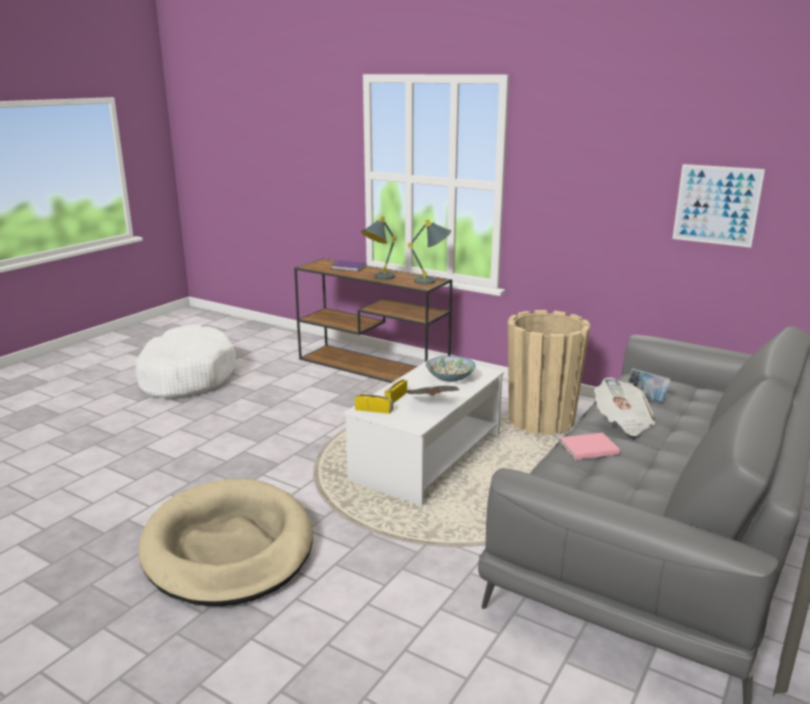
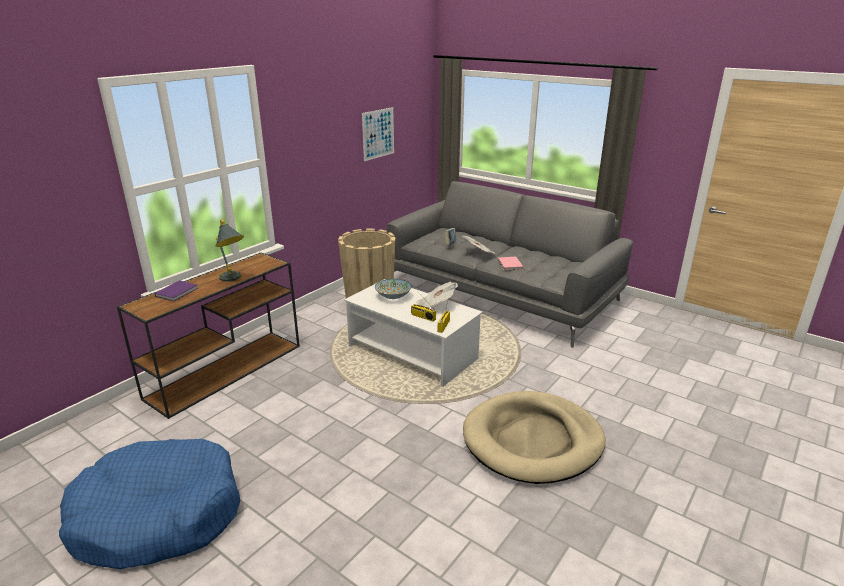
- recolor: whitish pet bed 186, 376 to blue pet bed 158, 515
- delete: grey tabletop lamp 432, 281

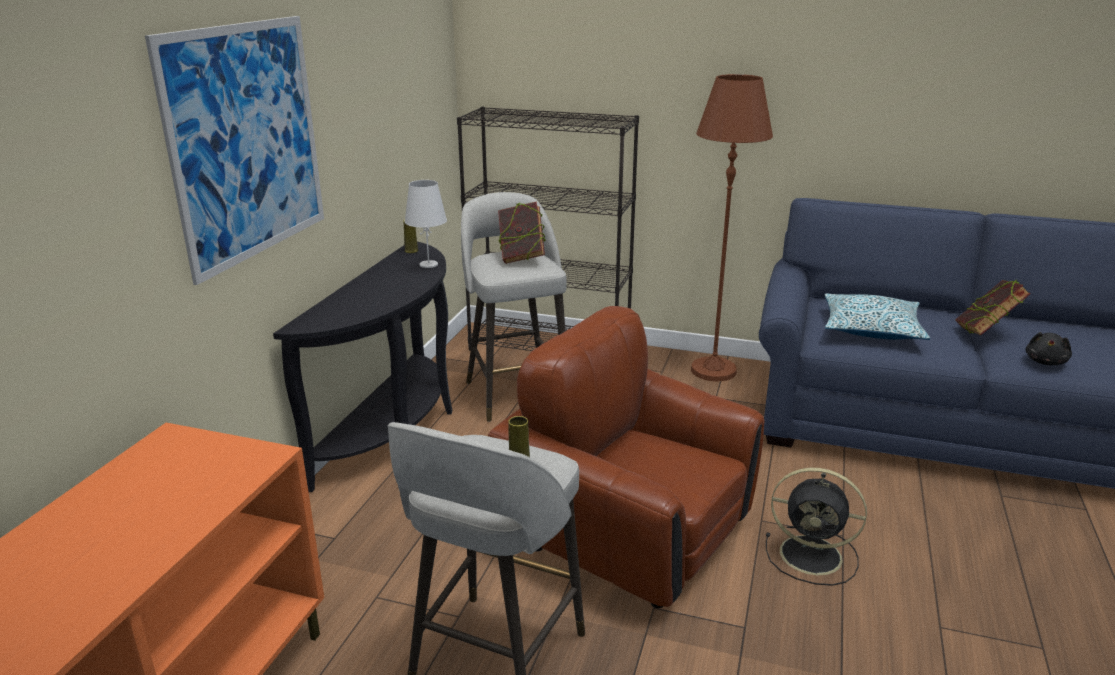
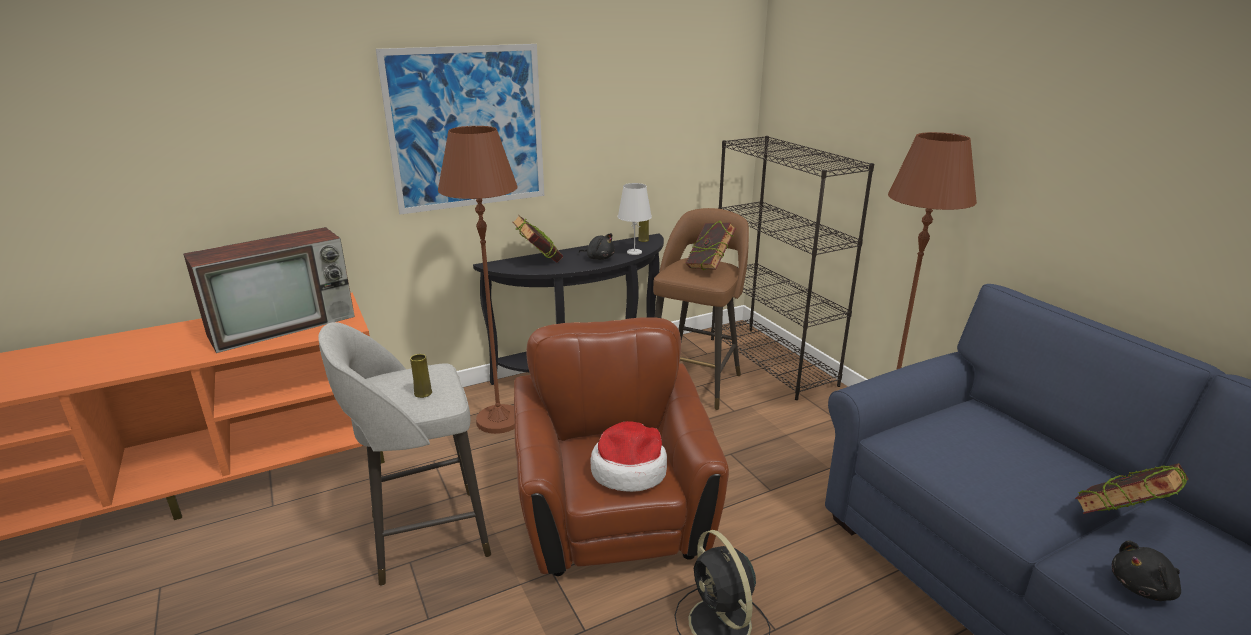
- recolor: grey stool 516, 392 to brown stool 696, 382
- delete: cushion 871, 329
- insert: TV 285, 325
- insert: brown standard lamp 499, 420
- insert: book 539, 262
- insert: blackish soft toy 599, 258
- insert: clothing hat 629, 470

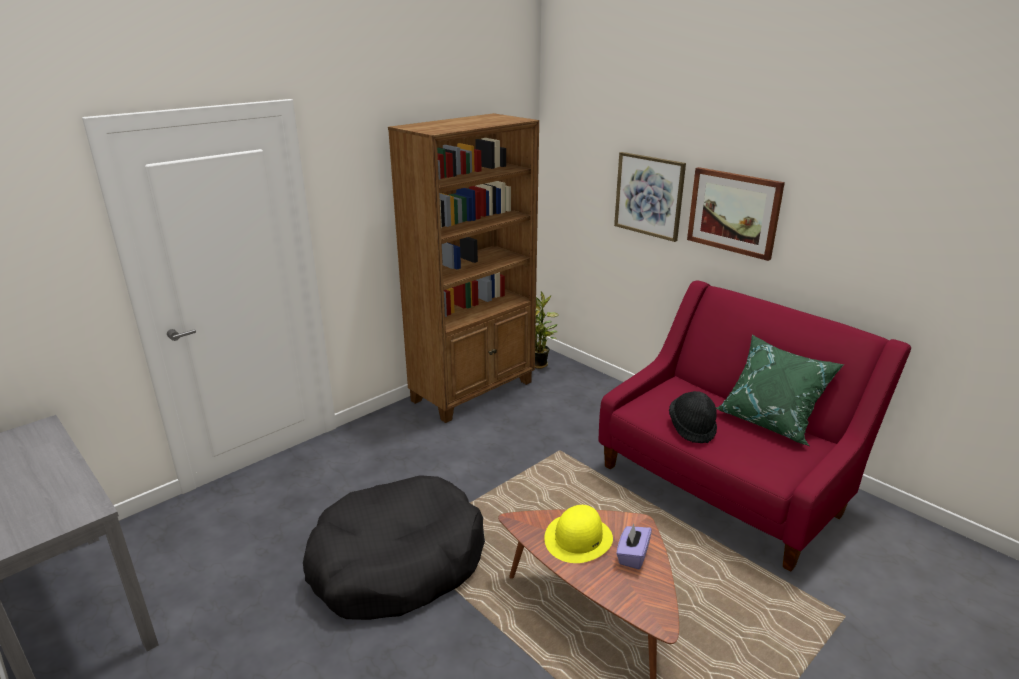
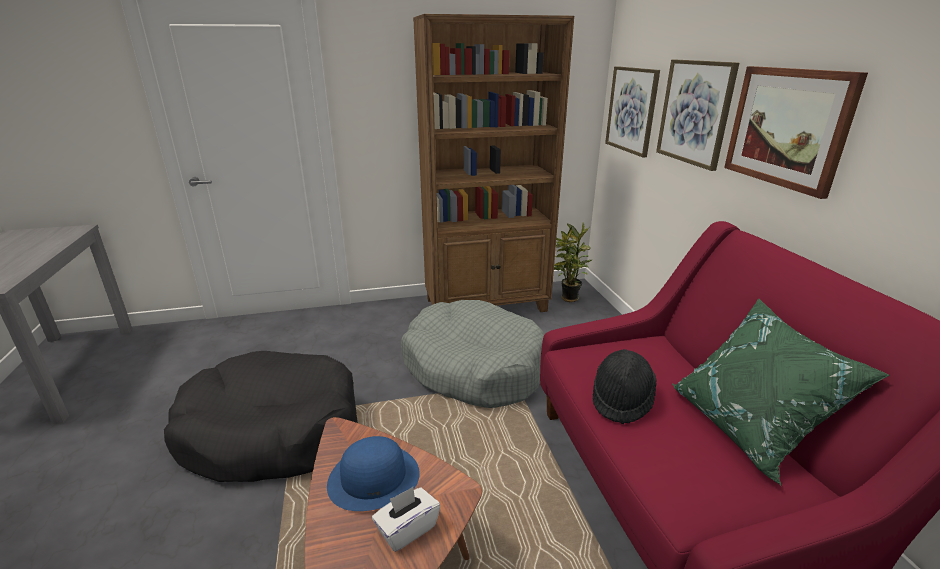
- recolor: yellow-coloured clothing hat 578, 538 to blue clothing hat 374, 477
- recolor: purple tissue holder 632, 555 to whitish tissue holder 407, 529
- insert: grey pet bed 473, 367
- insert: picture 632, 110

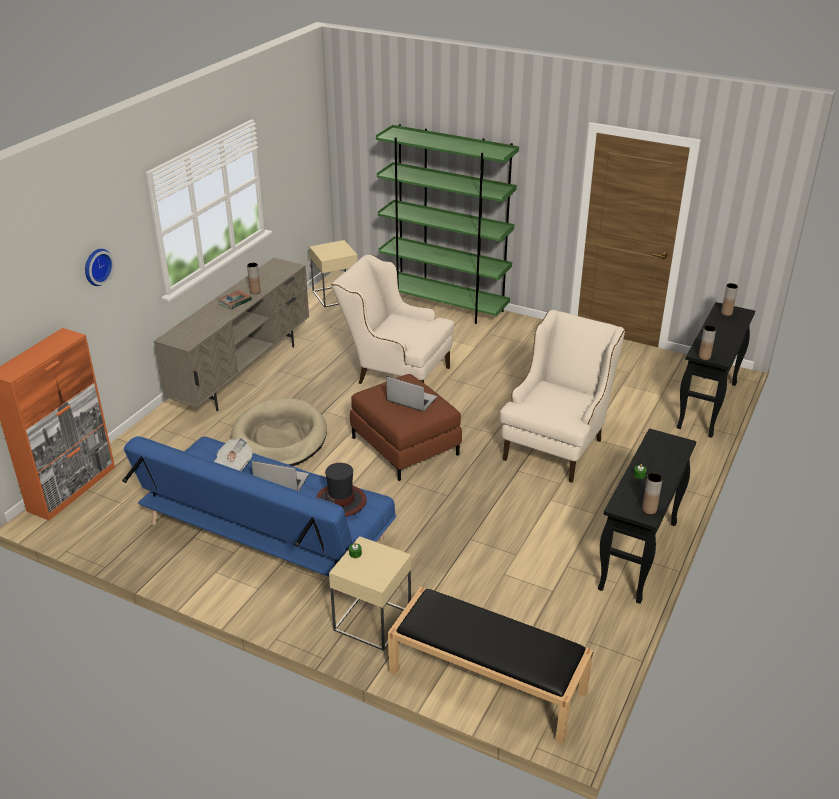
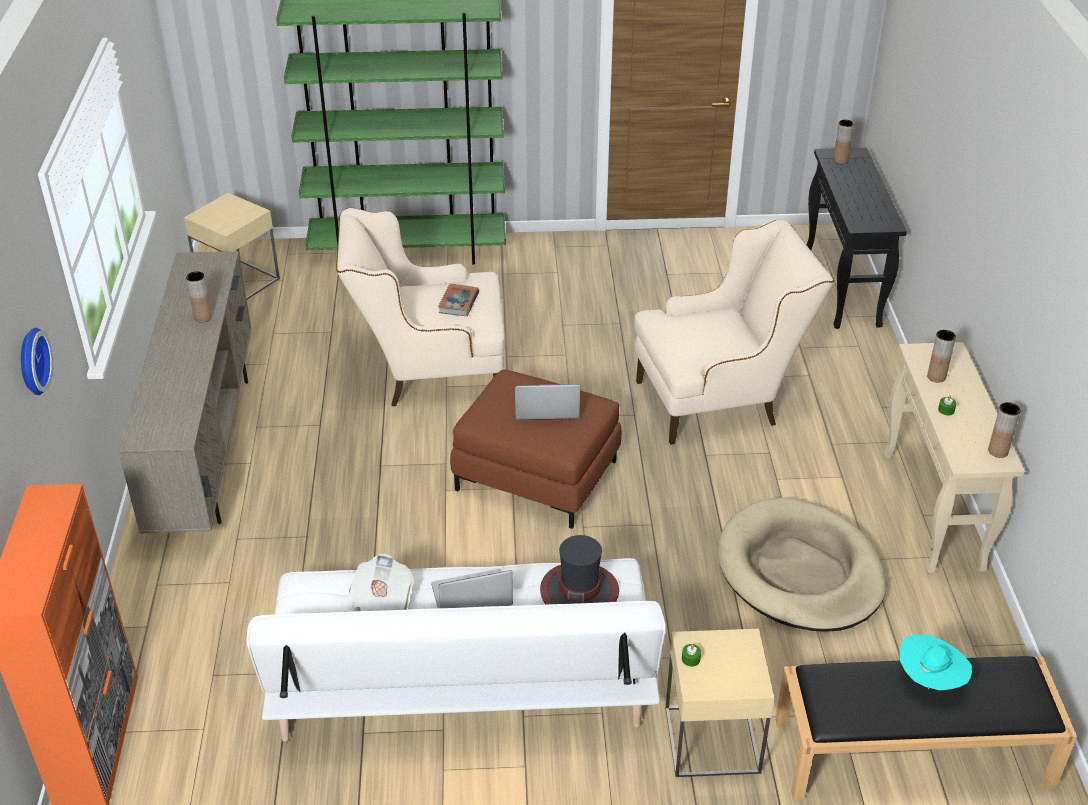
- recolor: blue settee 266, 533 to whitish settee 463, 680
- move: book 235, 302 to 458, 303
- move: beige-coloured pet bed 279, 438 to 800, 571
- rotate: beige-coloured lounge chair 557, 443 = 720, 400 75 degrees clockwise
- recolor: blackish narrow table 638, 556 to beige-coloured narrow table 933, 512
- move: brown flower vase 704, 357 to 936, 377
- insert: turquoise clothing hat 930, 680

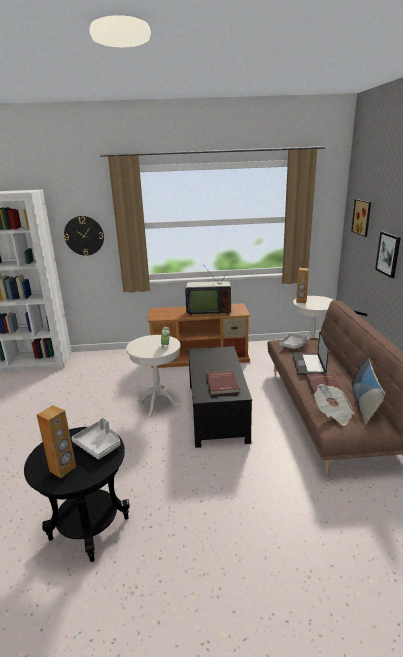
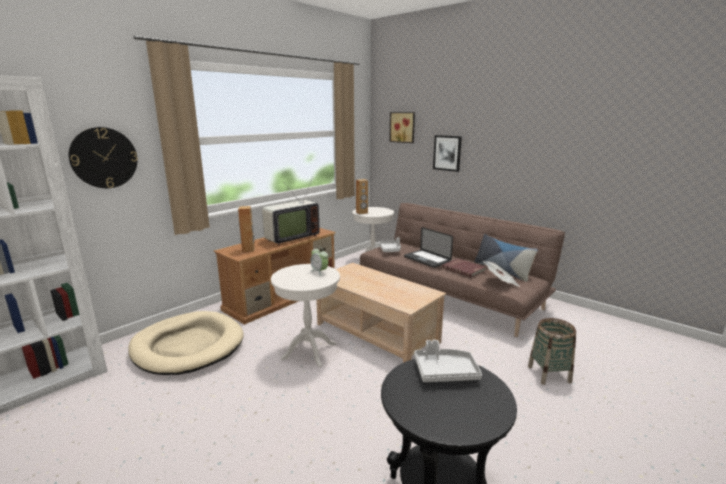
- move: brown loudspeaker 63, 469 to 248, 249
- recolor: blackish lounge table 218, 412 to beige-coloured lounge table 377, 333
- delete: red book 223, 384
- insert: beige-coloured pet bed 188, 346
- insert: household basket 549, 374

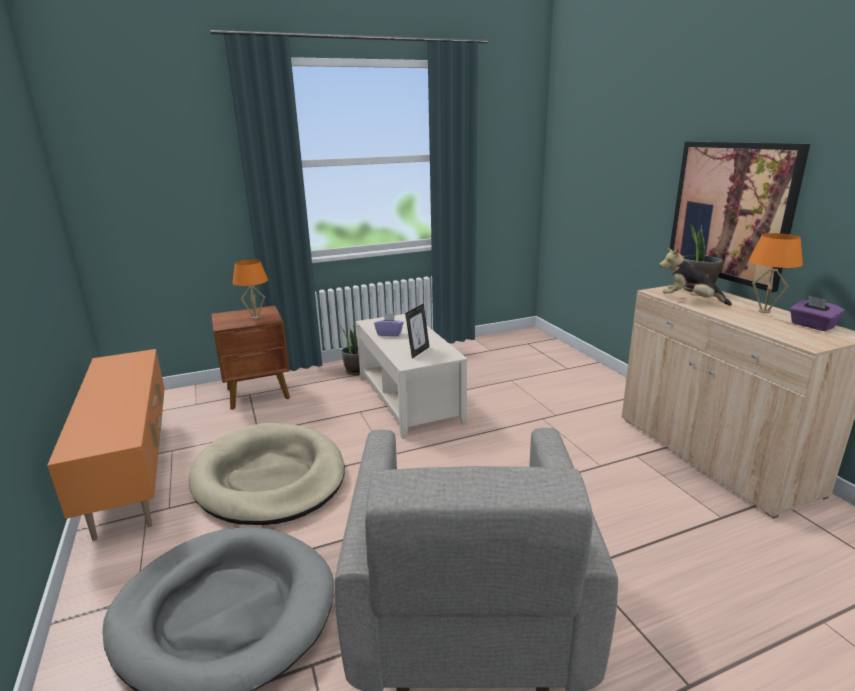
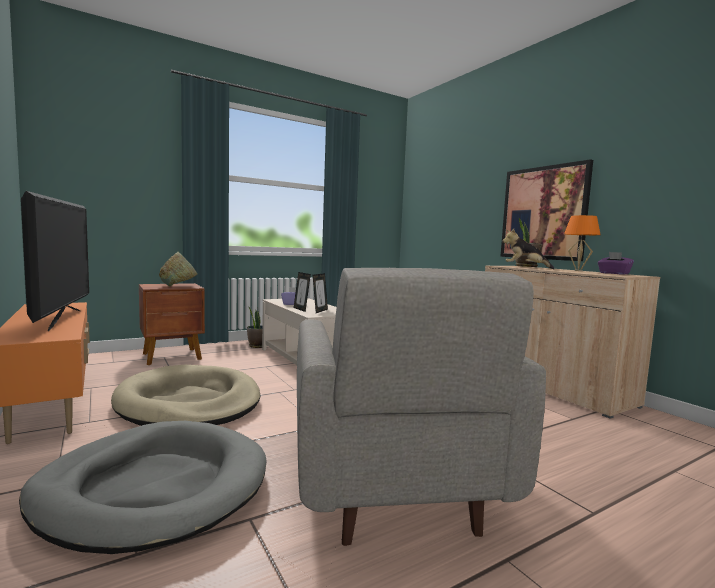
- replace: orange tabletop lamp 256, 317 to green bowl 180, 286
- insert: TV 63, 320
- insert: picture frame 301, 309

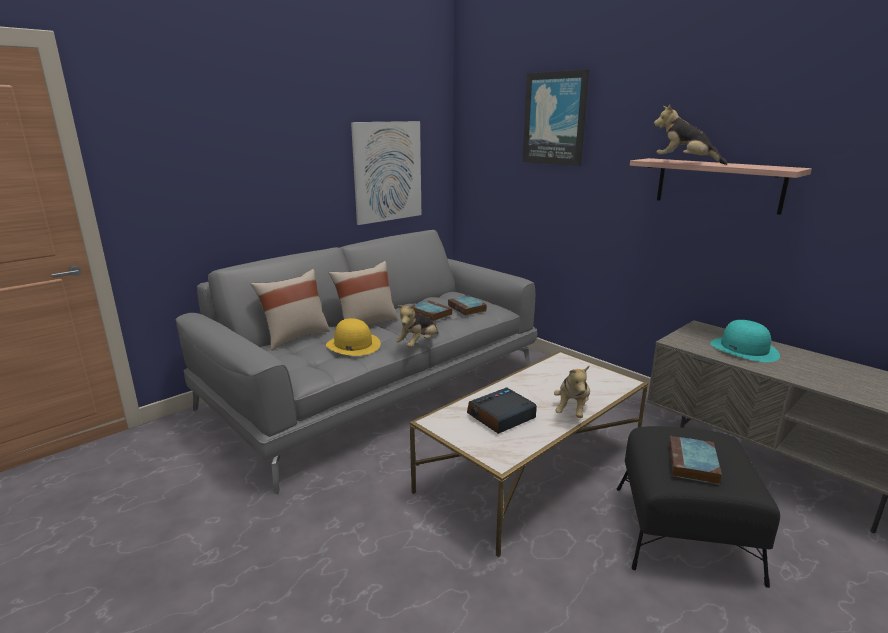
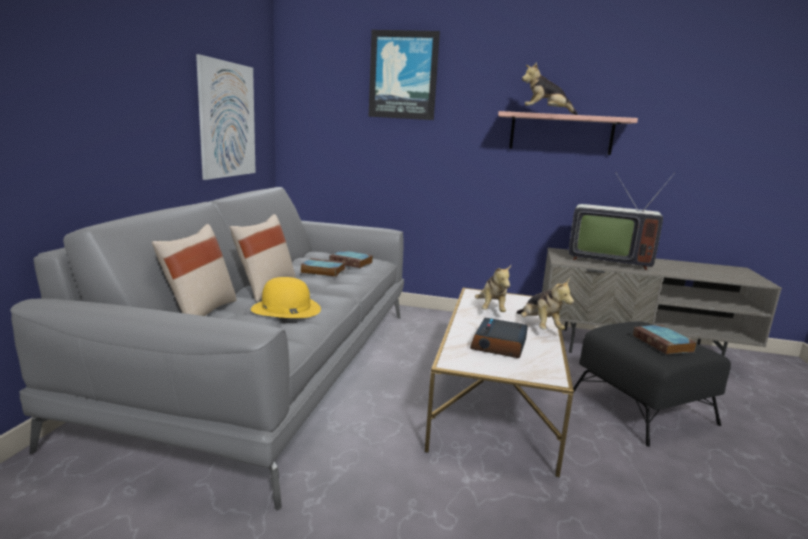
- move: soft toy 418, 344 to 491, 310
- replace: turquoise clothing hat 744, 349 to TV 607, 260

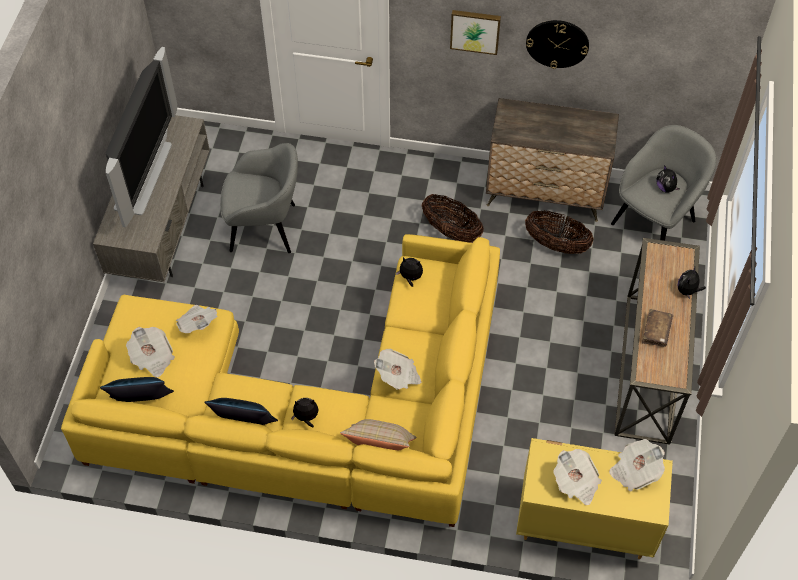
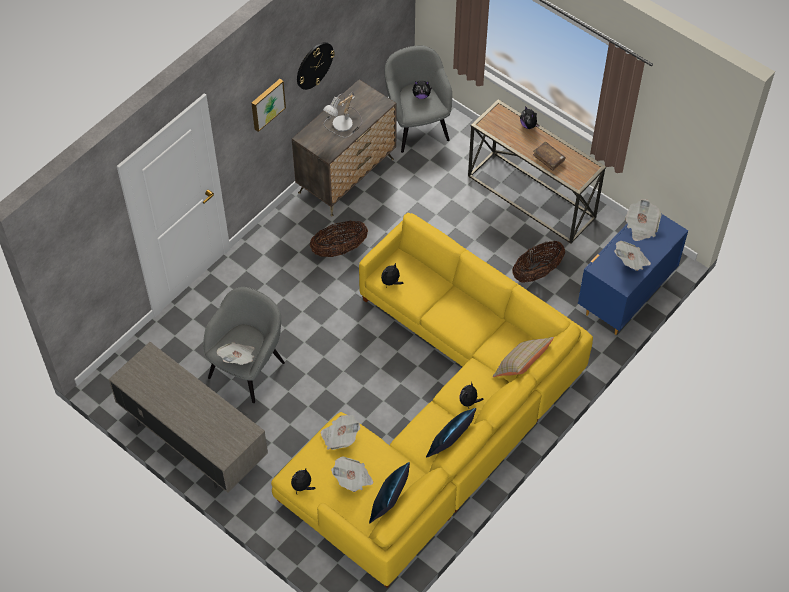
- delete: TV 145, 176
- move: printed paper 398, 376 to 238, 358
- recolor: yellow-coloured drawer chest 583, 525 to blue drawer chest 625, 296
- move: household basket 556, 244 to 537, 272
- insert: soft toy 302, 486
- insert: tabletop lamp 343, 125

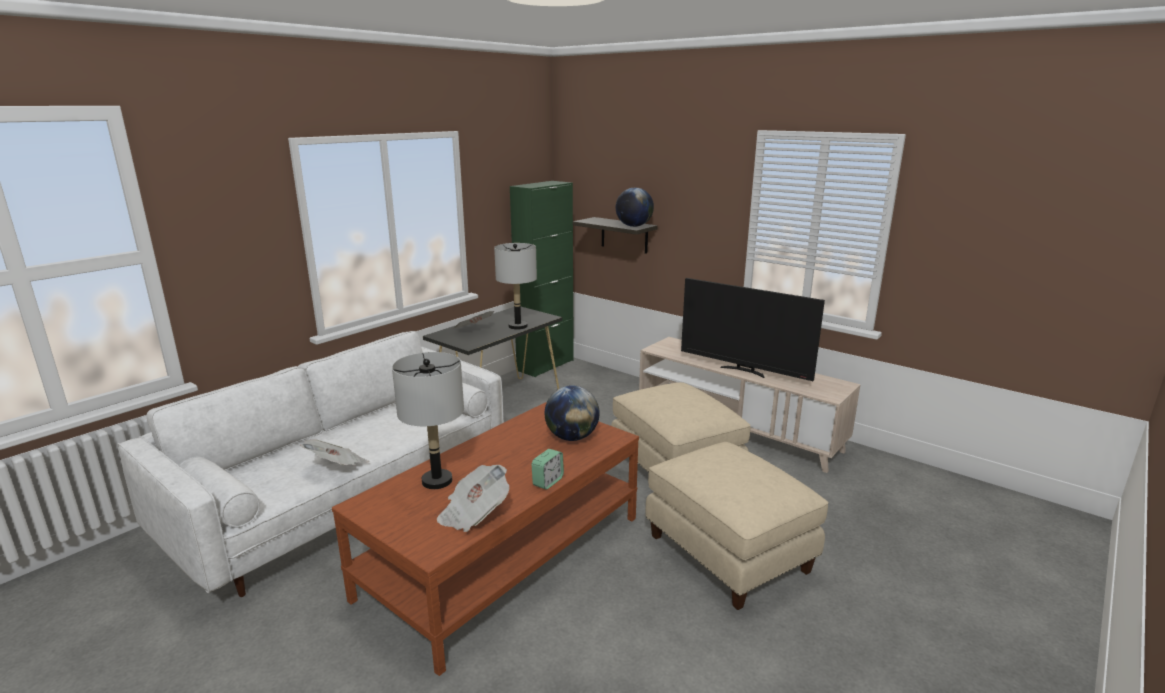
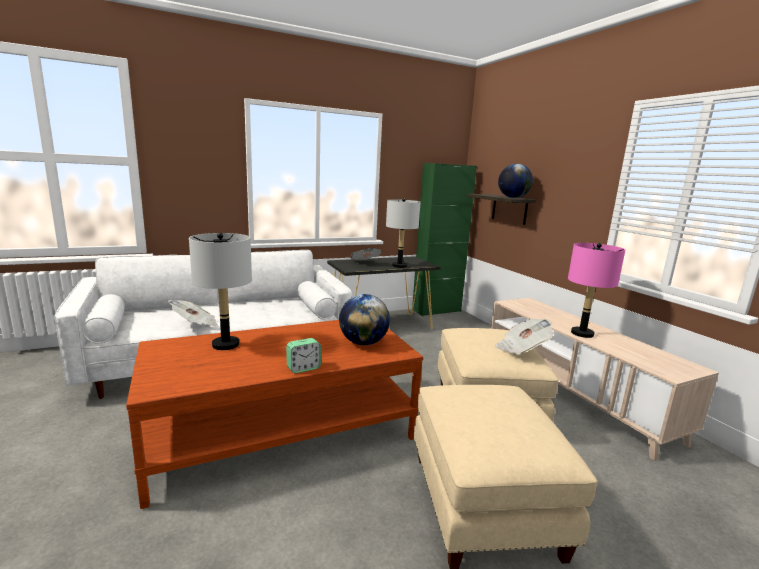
- move: printed paper 474, 514 to 521, 349
- replace: TV 744, 371 to pink-coloured tabletop lamp 582, 333

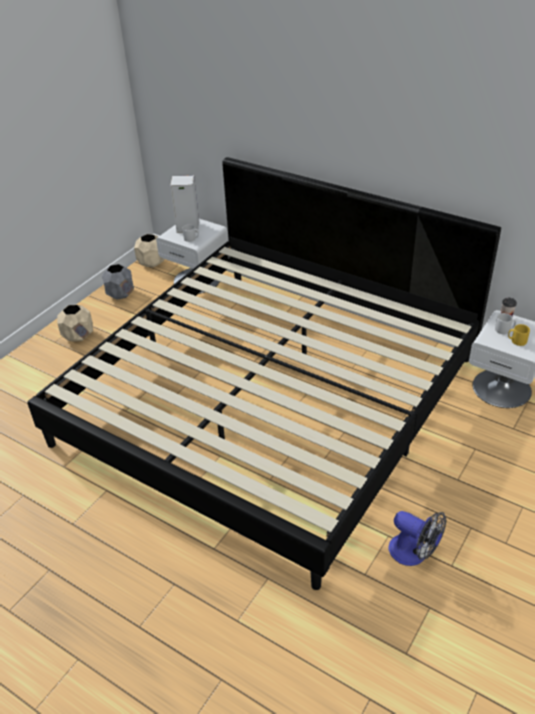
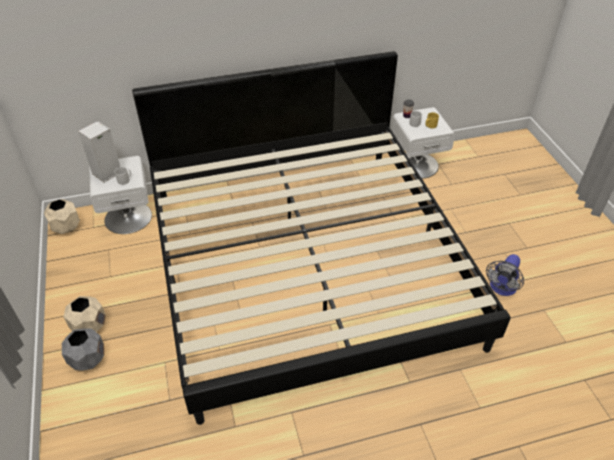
- move: grey plant pot 121, 294 to 88, 359
- rotate: electric fan 414, 553 = 501, 288 135 degrees clockwise

